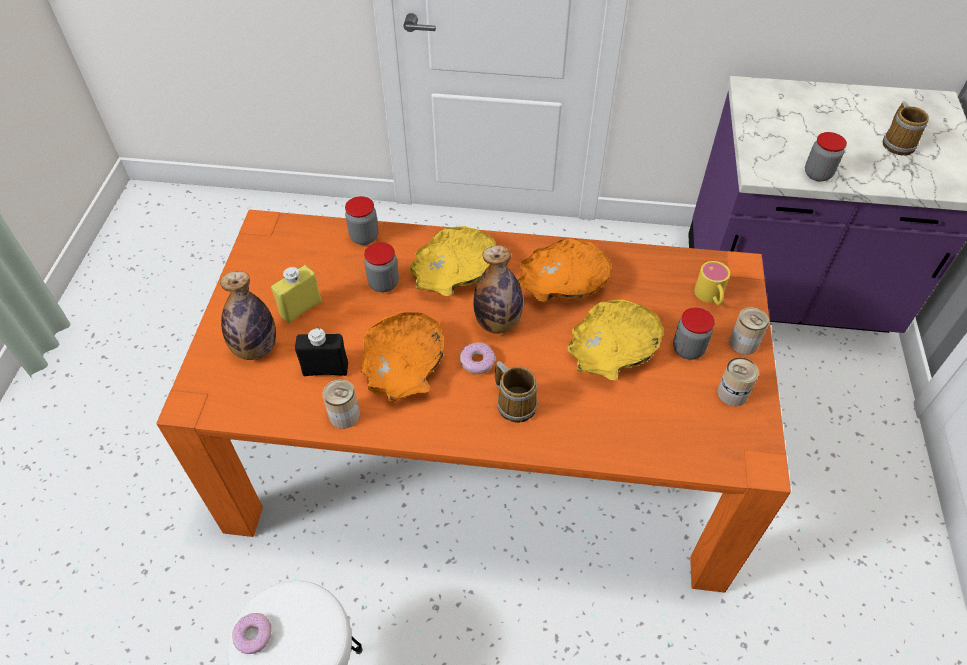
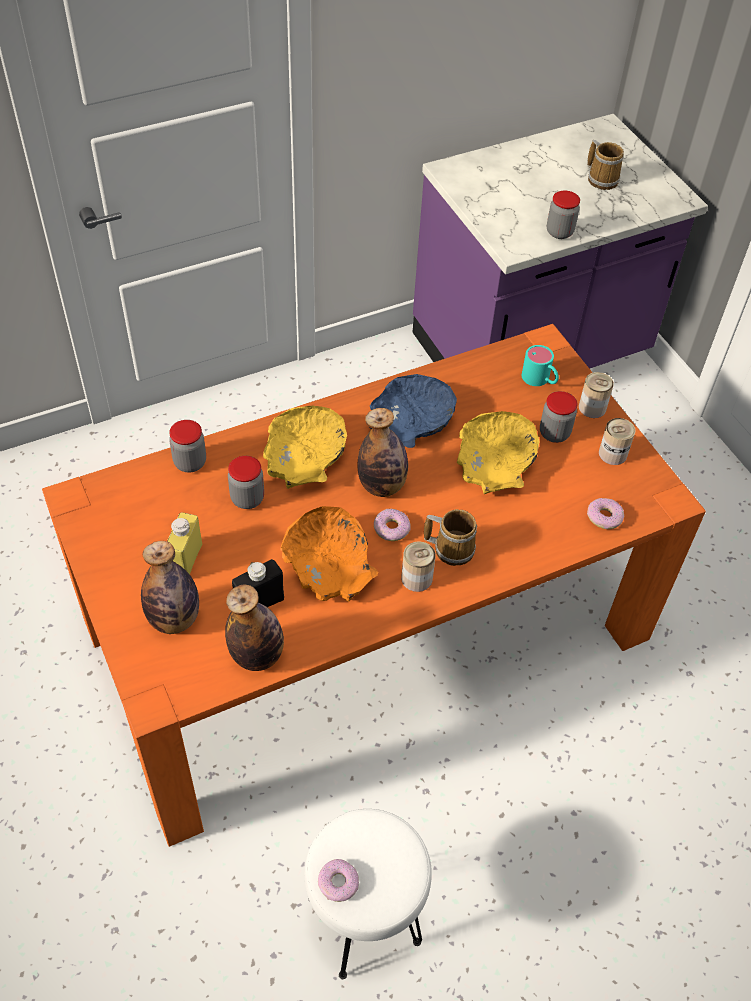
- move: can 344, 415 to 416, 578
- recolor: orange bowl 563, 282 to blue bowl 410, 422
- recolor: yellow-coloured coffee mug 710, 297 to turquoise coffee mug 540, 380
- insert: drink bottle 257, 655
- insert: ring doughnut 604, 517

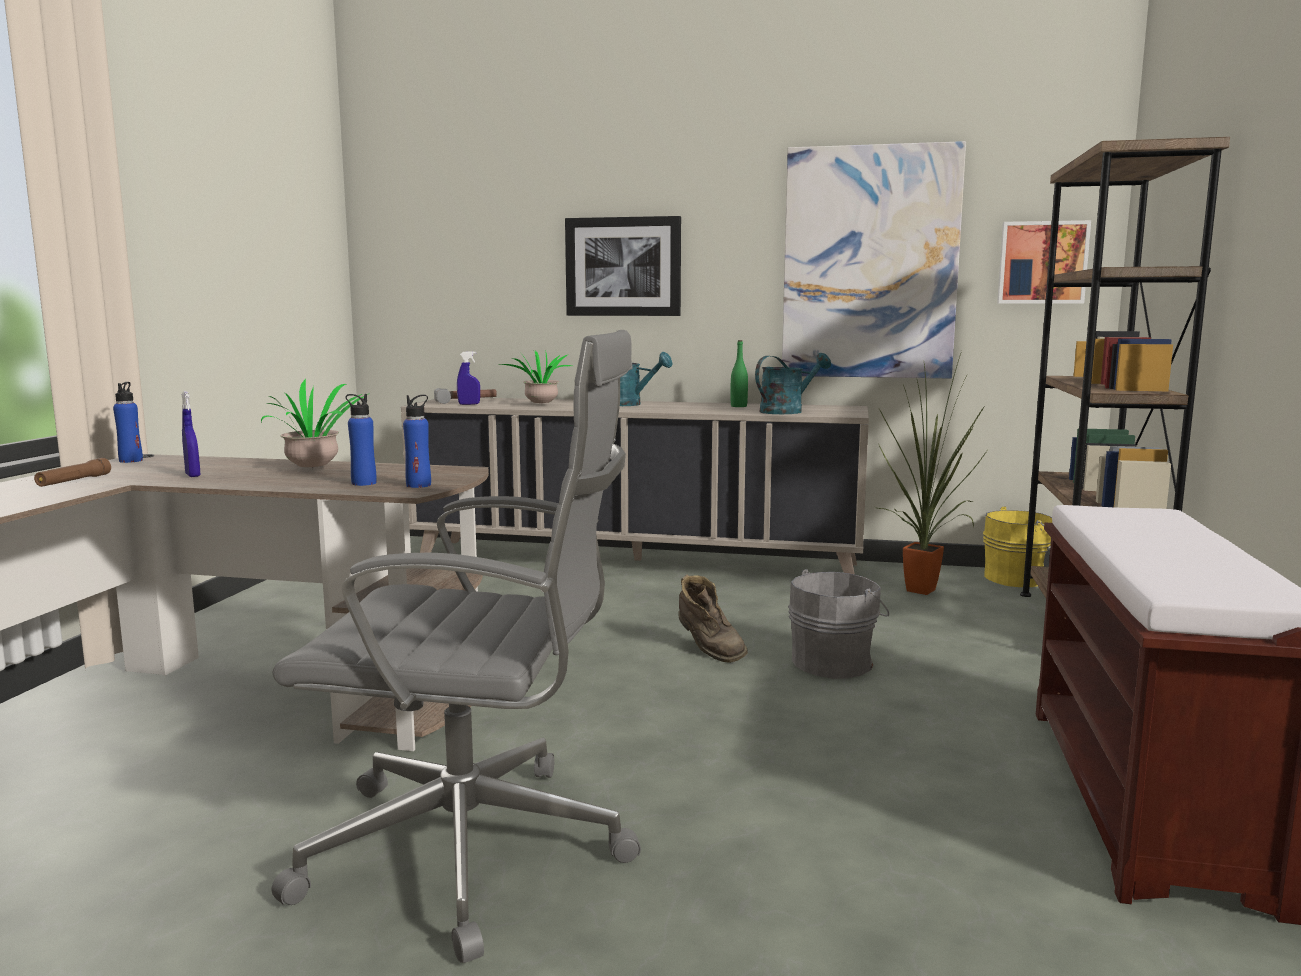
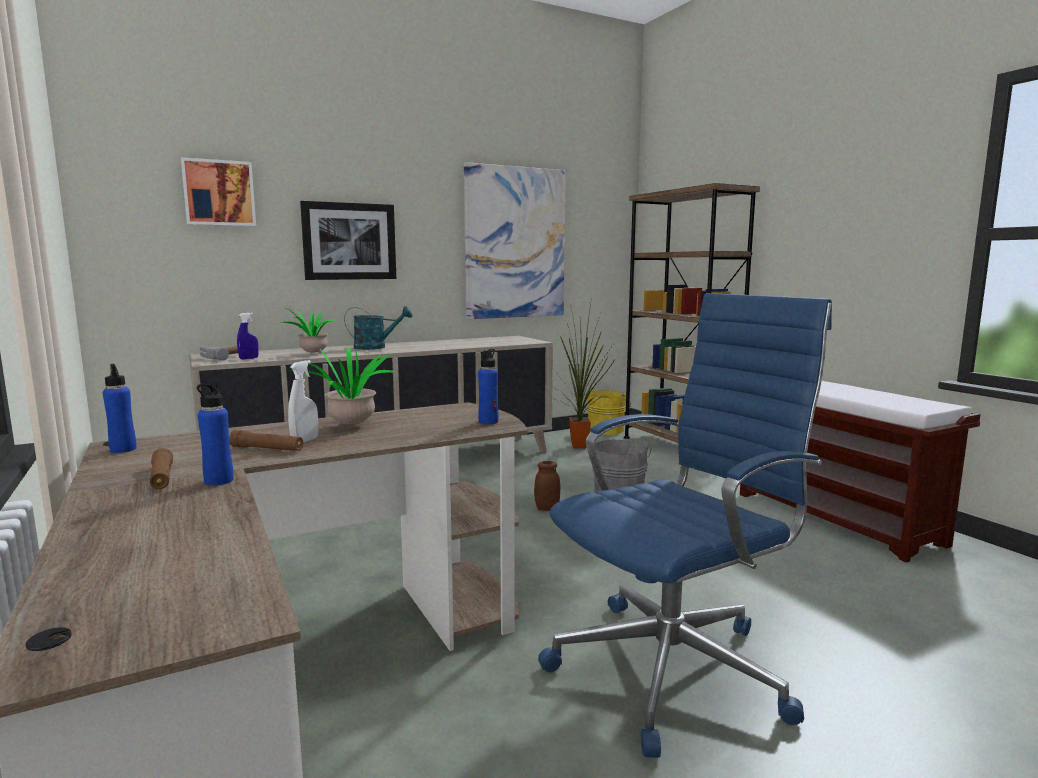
- replace: blue hand sprayer 193, 475 to brown torch 267, 449
- recolor: grey office chair 477, 851 to blue office chair 675, 667
- move: blue drink bottle 363, 483 to 218, 481
- replace: brown tall boot 708, 650 to brown preserve jar 547, 508
- delete: green drink bottle 738, 406
- delete: turquoise sprinkling can 787, 411
- move: picture 1042, 263 to 219, 193
- insert: whitish hand sprayer 305, 441

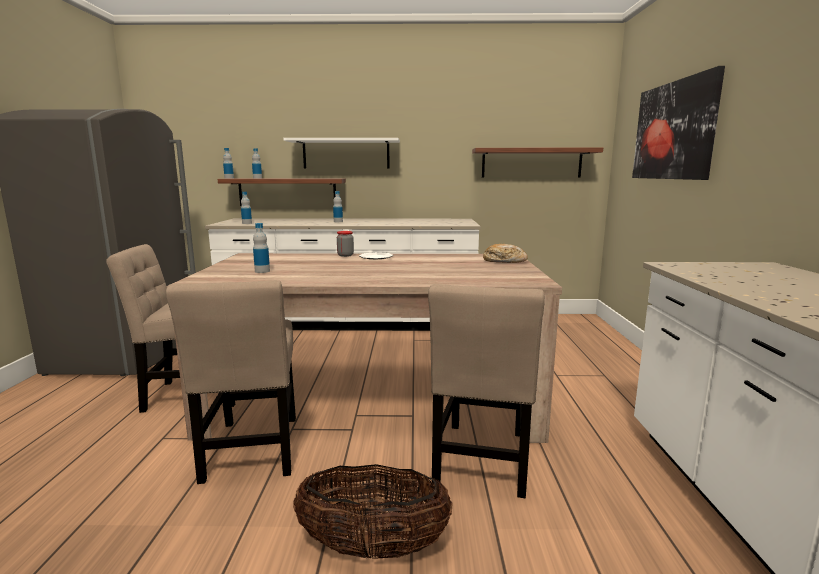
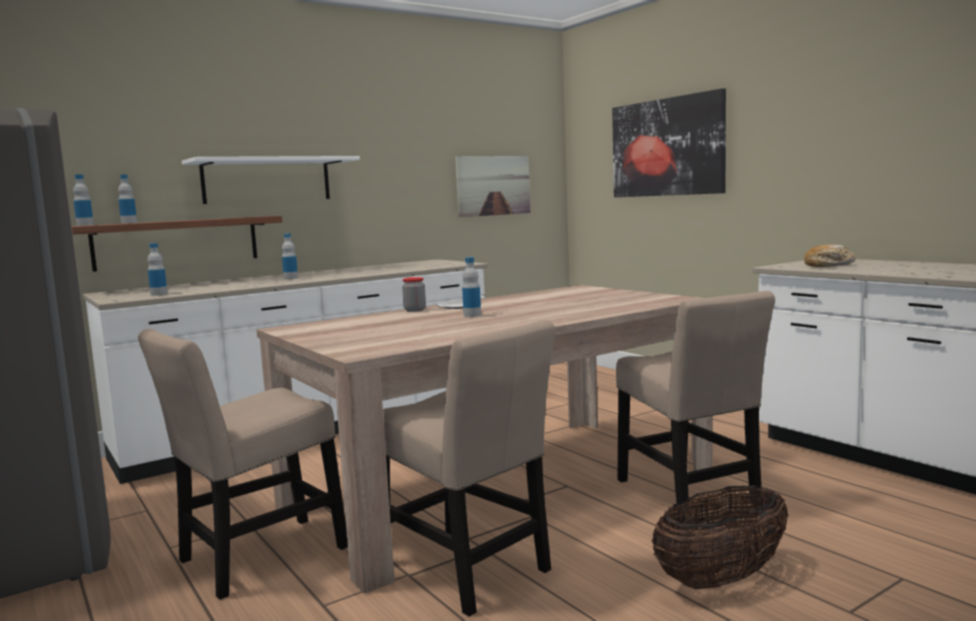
- move: drink bottle 262, 271 to 472, 315
- replace: wall shelf 531, 163 to picture 493, 185
- move: bakery bread 504, 261 to 829, 265

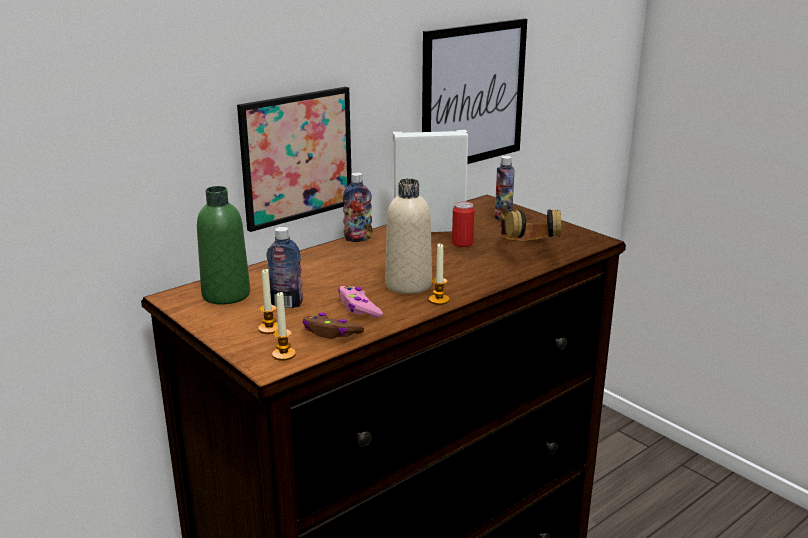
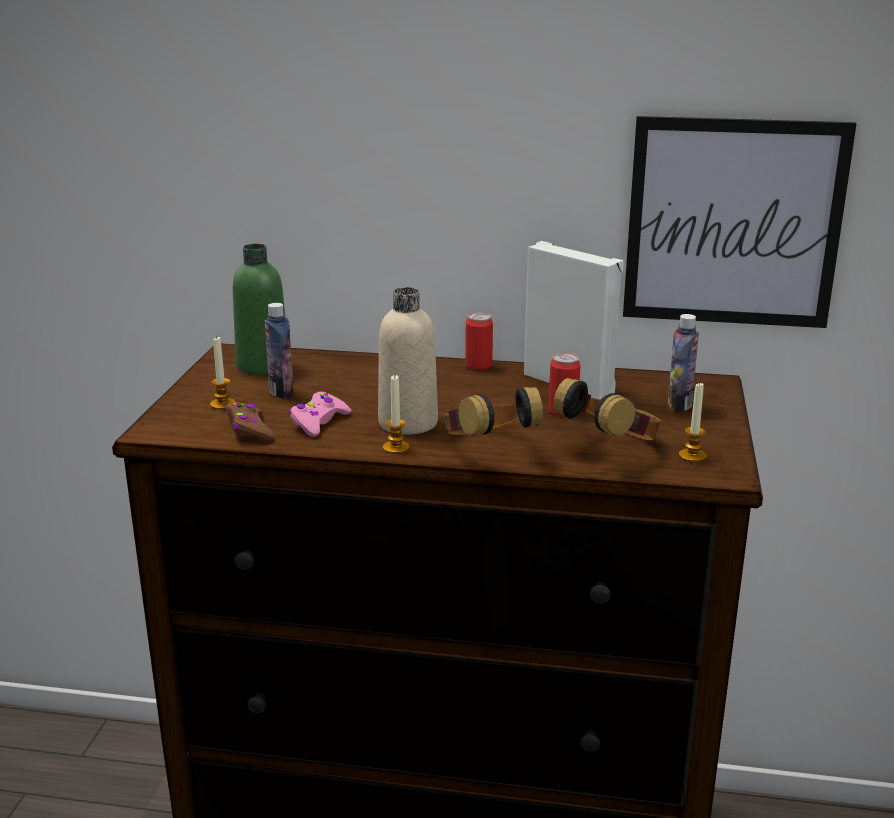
- delete: picture 297, 157
- move: wax light 284, 354 to 692, 456
- replace: drink bottle 358, 239 to can 478, 365
- insert: headset 488, 449

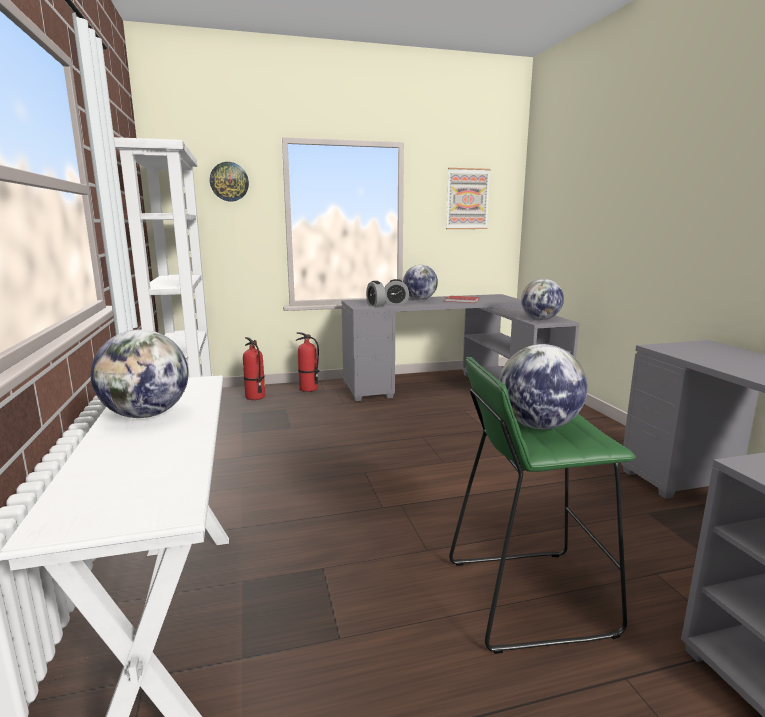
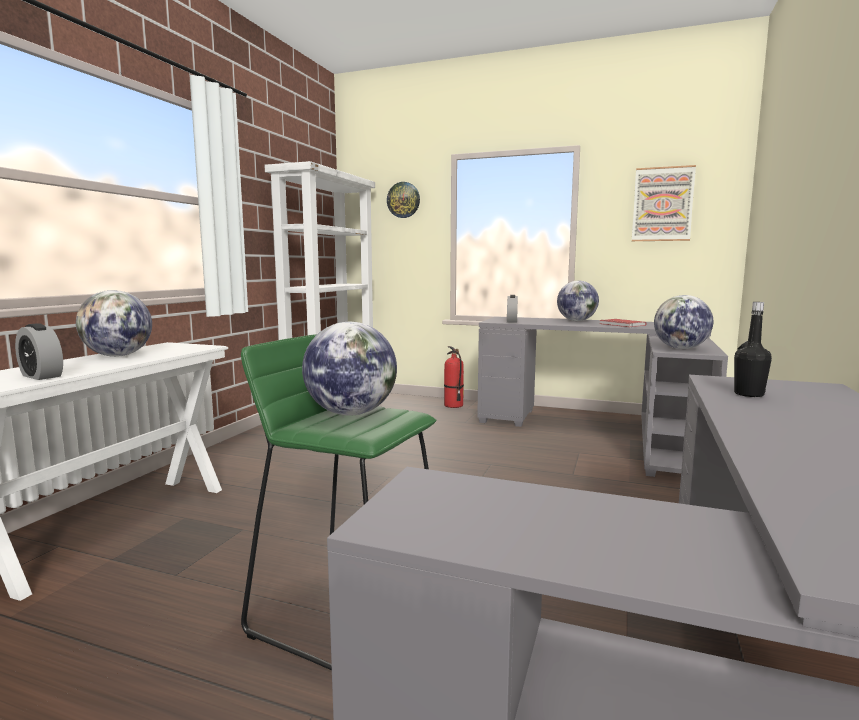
- delete: extinguisher 255, 397
- move: alarm clock 396, 303 to 41, 376
- insert: blackish drink bottle 748, 394

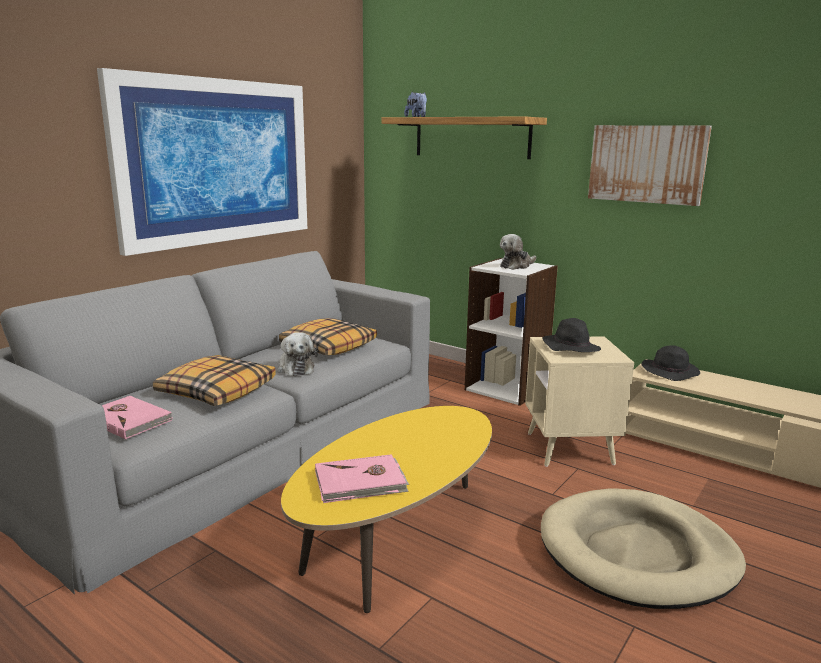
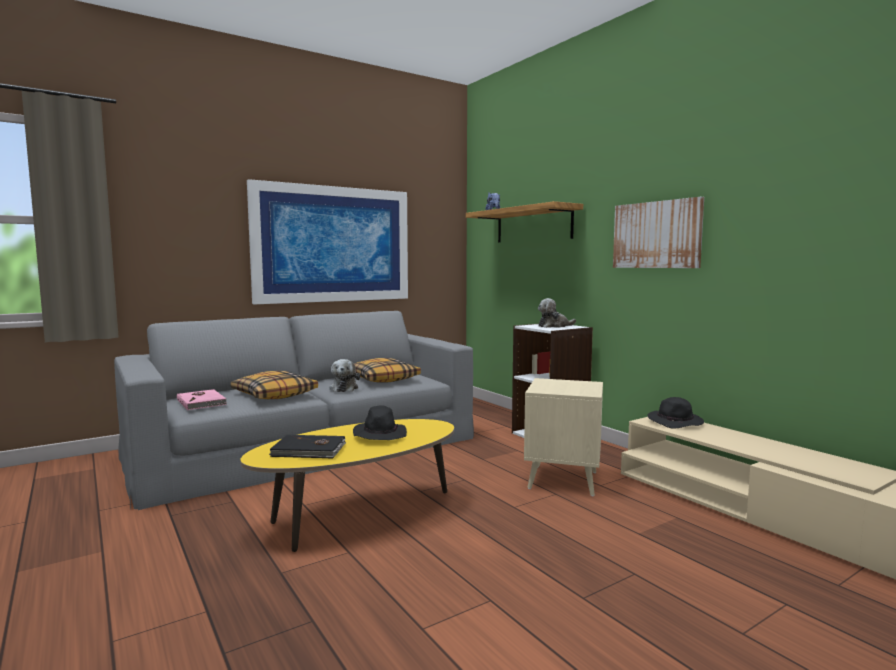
- recolor: pink-coloured book 360, 483 to blackish book 309, 450
- delete: beige-coloured pet bed 637, 553
- move: blackish clothing hat 570, 347 to 379, 435

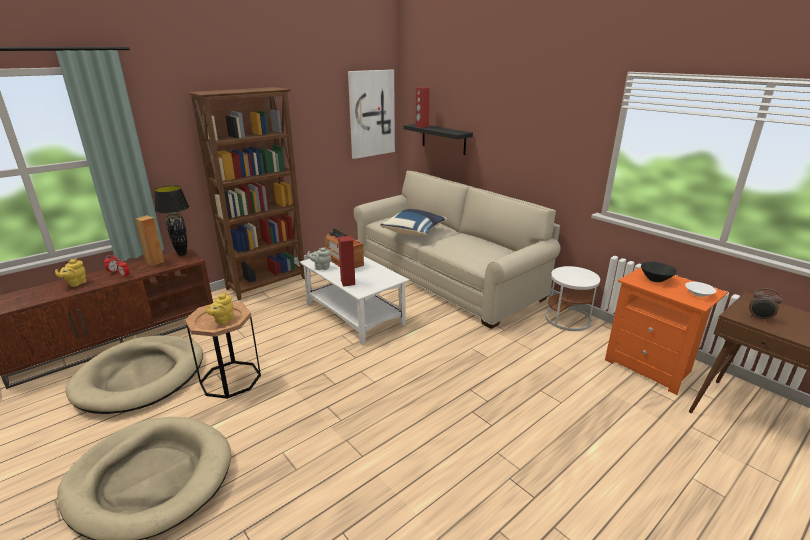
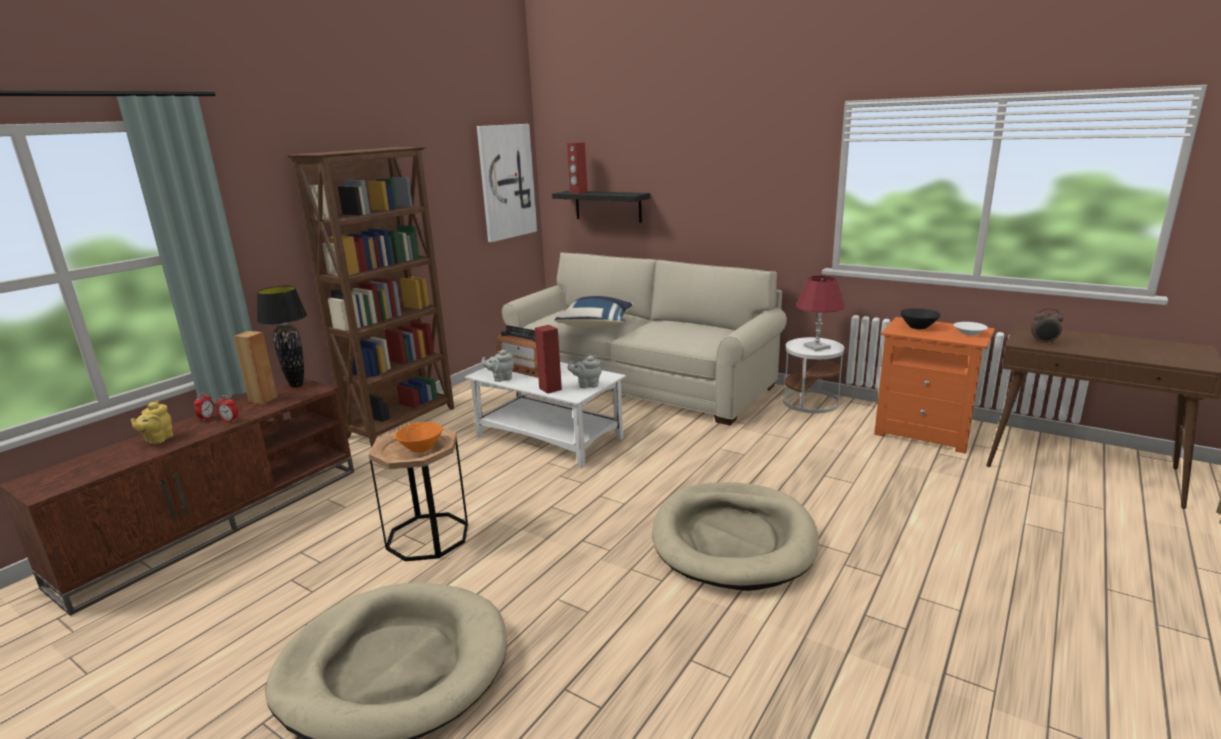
- move: beige-coloured pet bed 141, 377 to 733, 539
- replace: yellow-coloured tea pot 223, 320 to orange bowl 421, 448
- insert: grey tea pot 587, 385
- insert: red tabletop lamp 817, 347

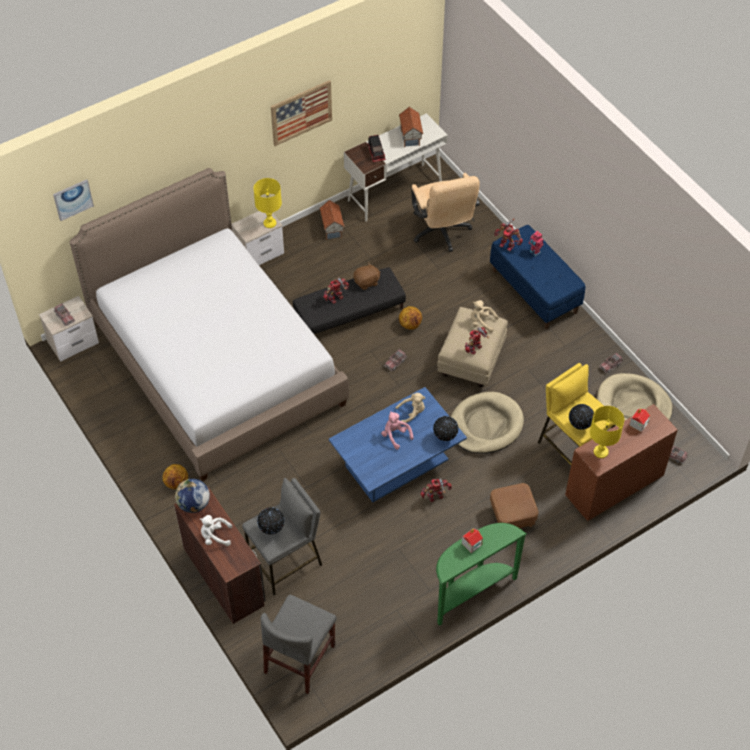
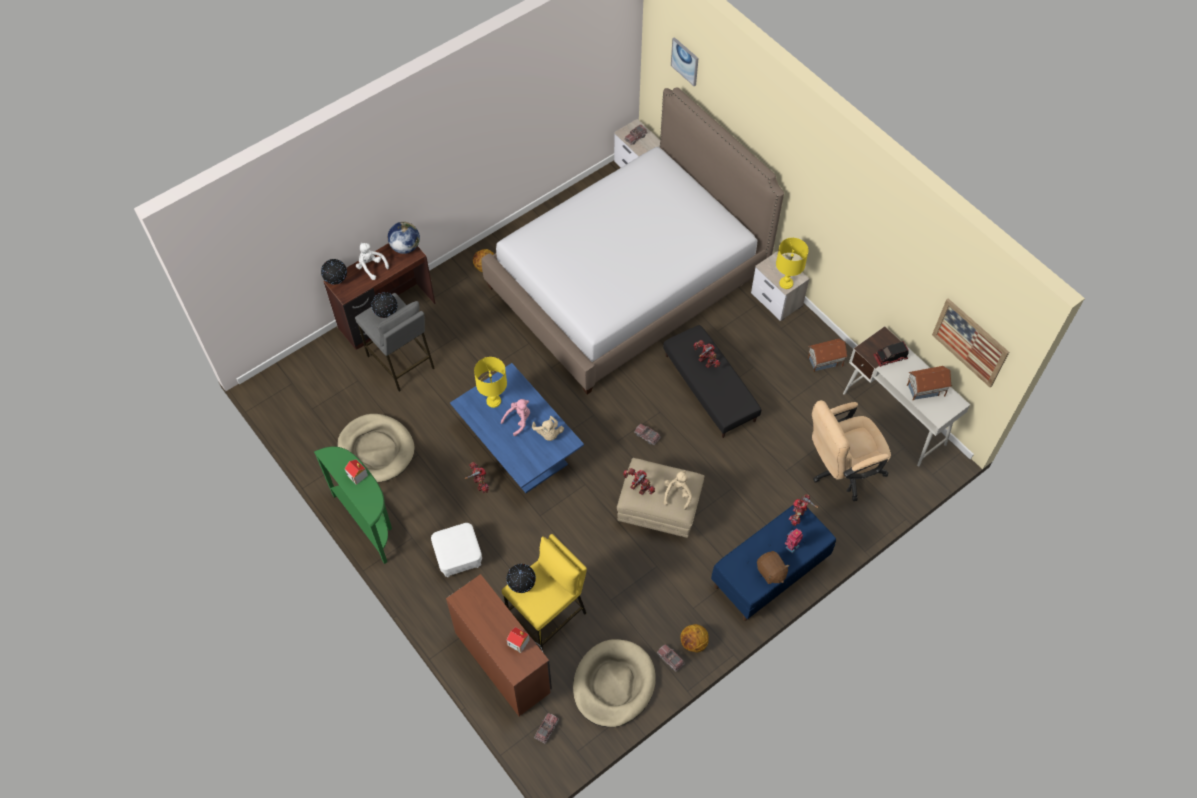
- rotate: whitish soft toy 215, 536 = 371, 267 45 degrees counterclockwise
- delete: grey plain chair 300, 659
- move: picture 301, 112 to 970, 342
- move: brown soft toy 367, 282 to 771, 572
- move: basketball ball 410, 325 to 693, 643
- move: globe 445, 437 to 337, 281
- move: beige-coloured pet bed 485, 425 to 376, 450
- recolor: brown footrest 512, 516 to whitish footrest 458, 557
- move: yellow-coloured tabletop lamp 600, 451 to 494, 401

